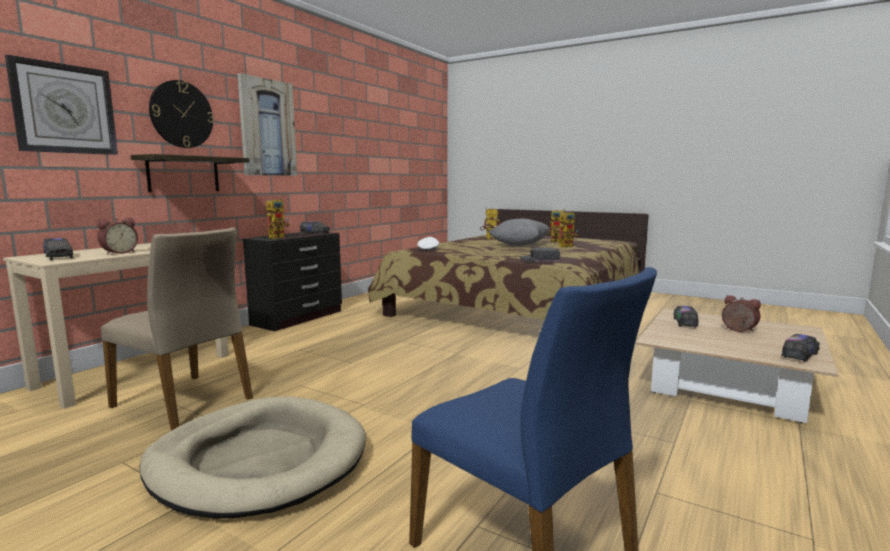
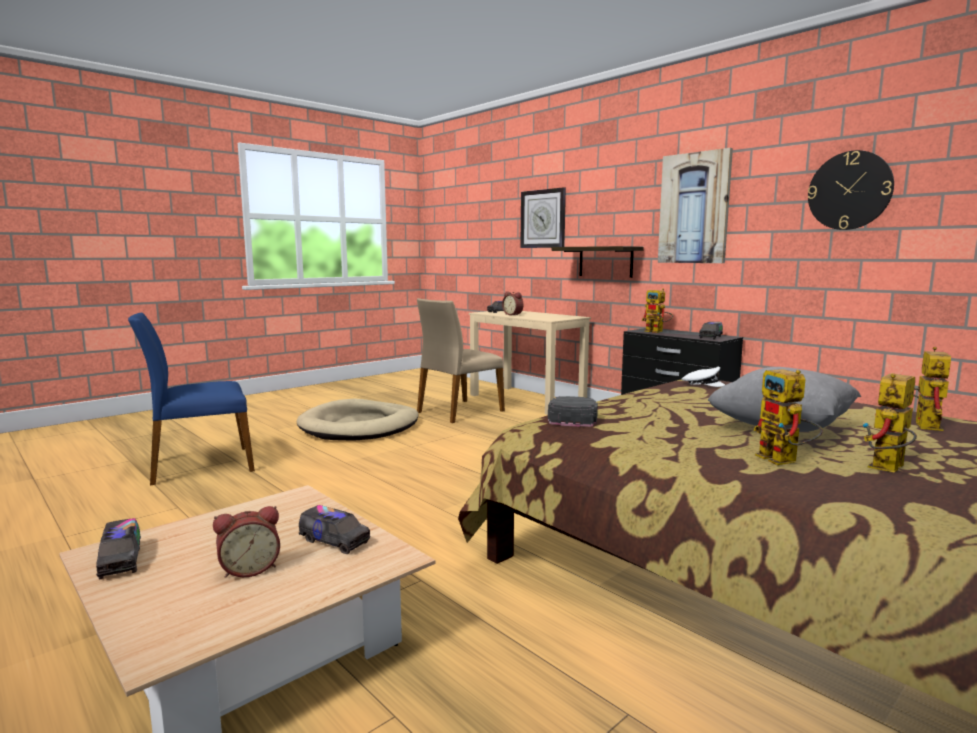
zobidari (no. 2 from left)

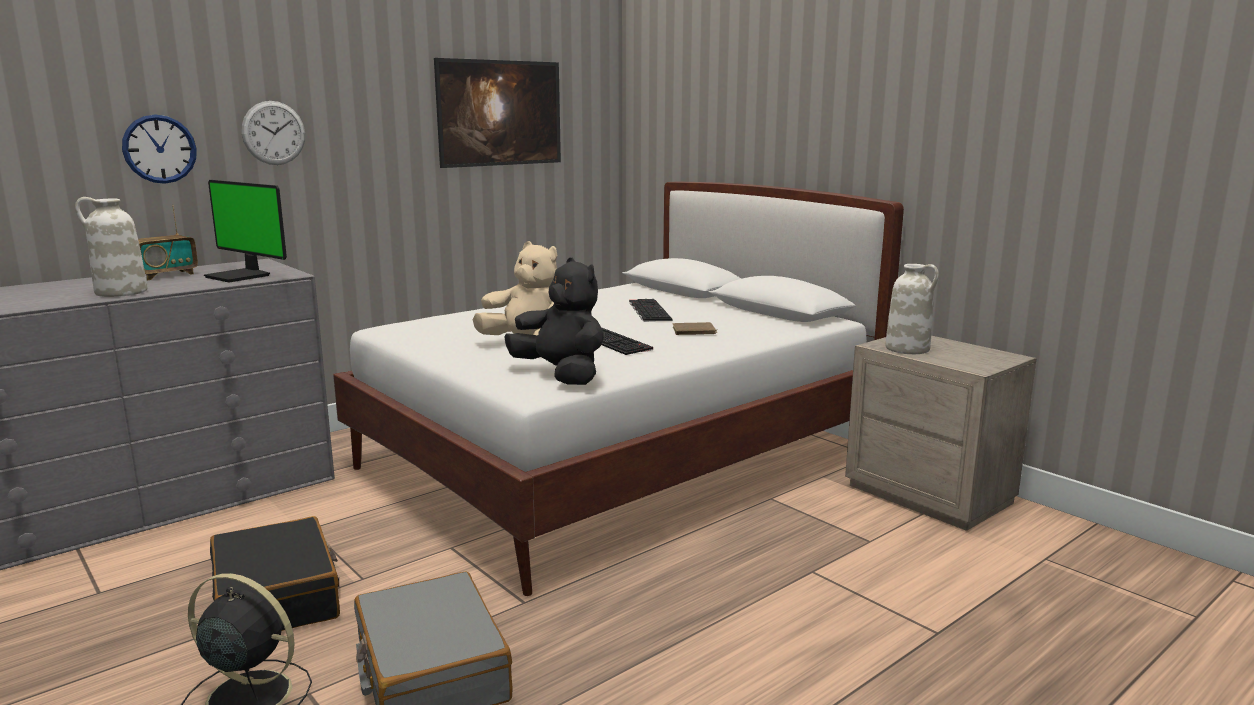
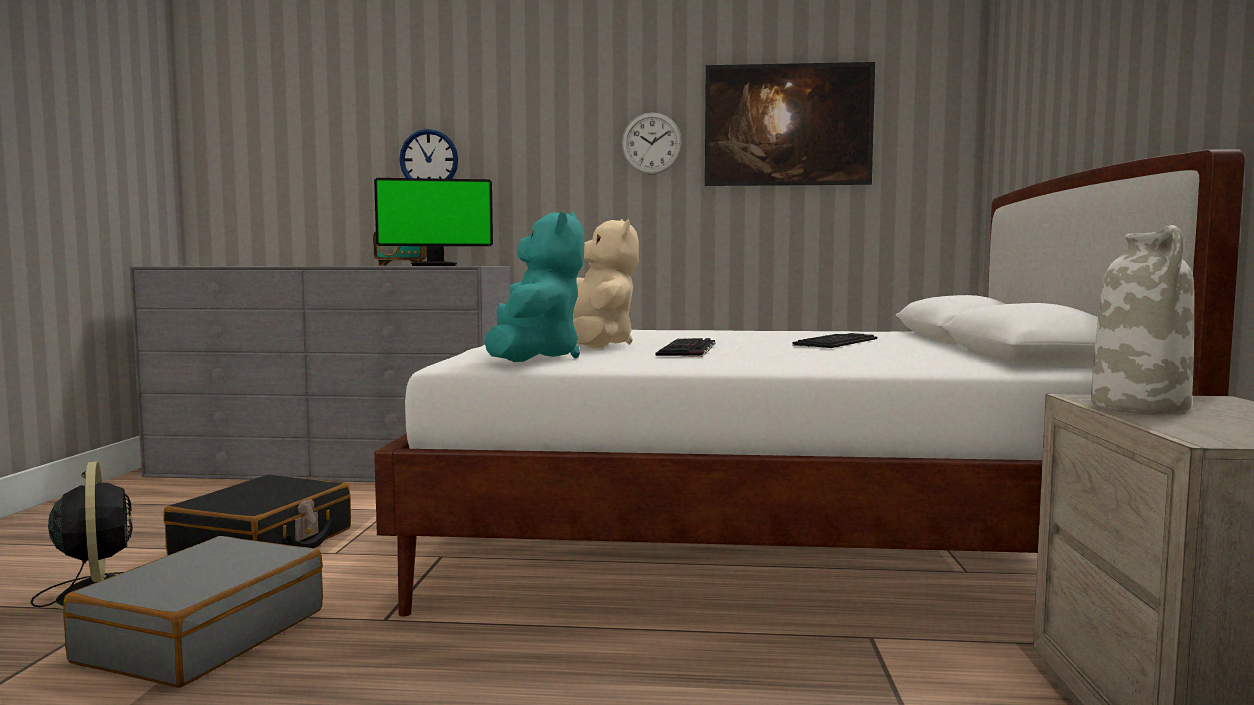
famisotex
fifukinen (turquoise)
zobidari (no. 2 from left)
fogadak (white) (no. 1 from left in the first image)
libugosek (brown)

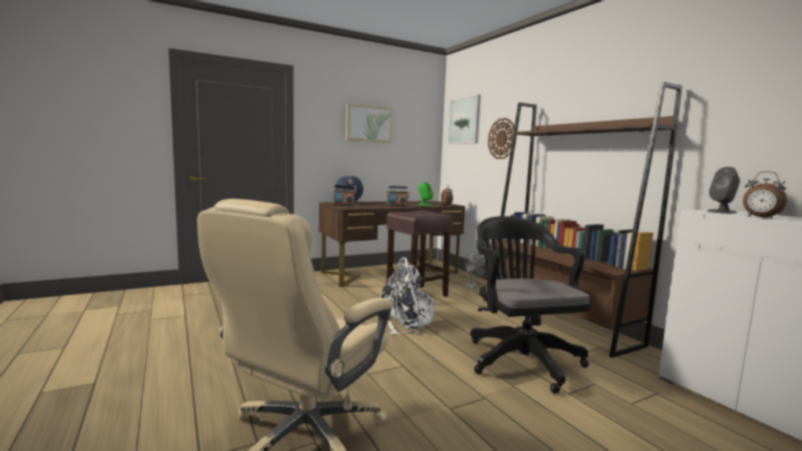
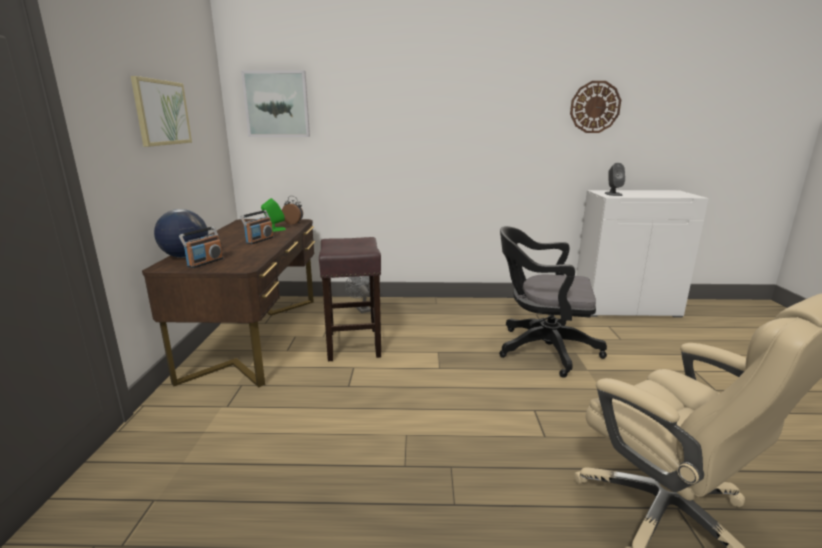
zobidari
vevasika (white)
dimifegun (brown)
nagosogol (no. 2 from left in the first image)

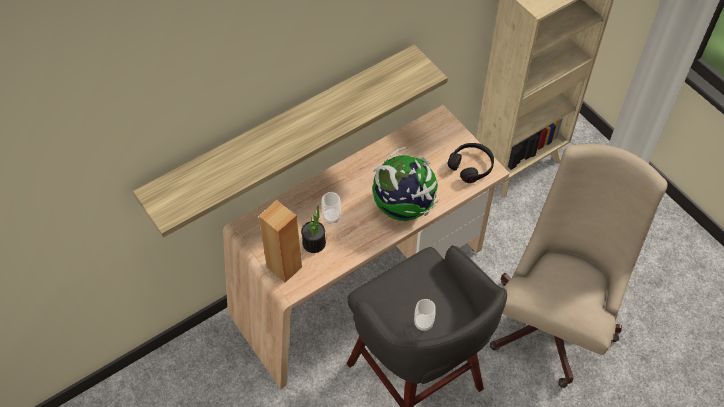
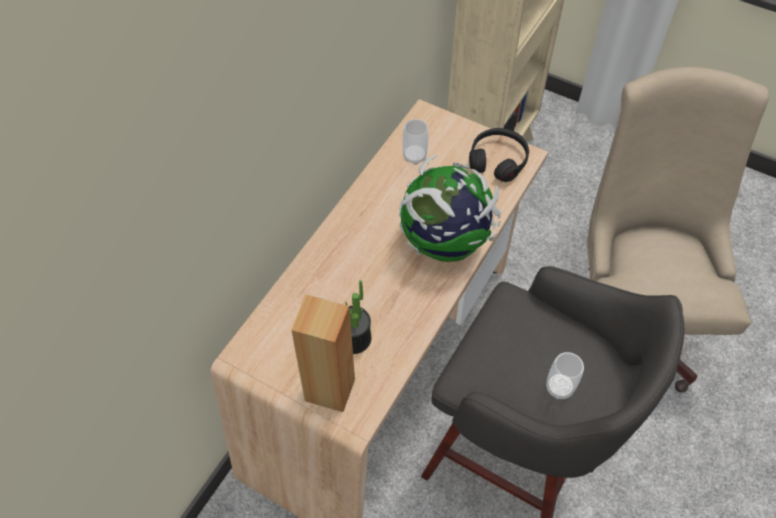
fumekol (no. 1 from left)
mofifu

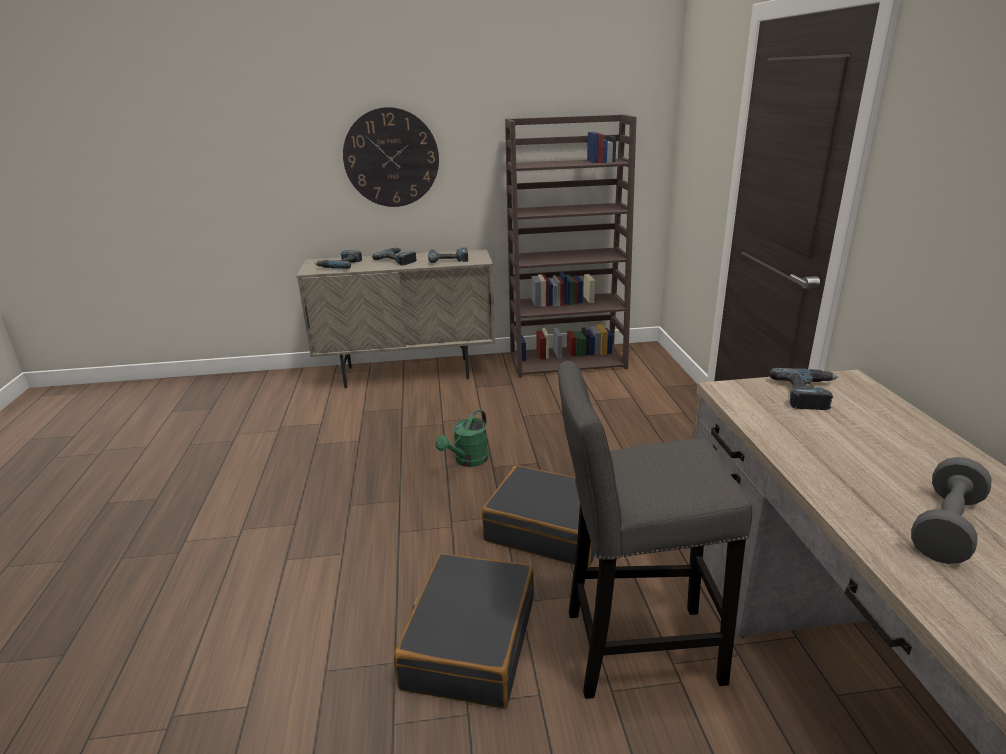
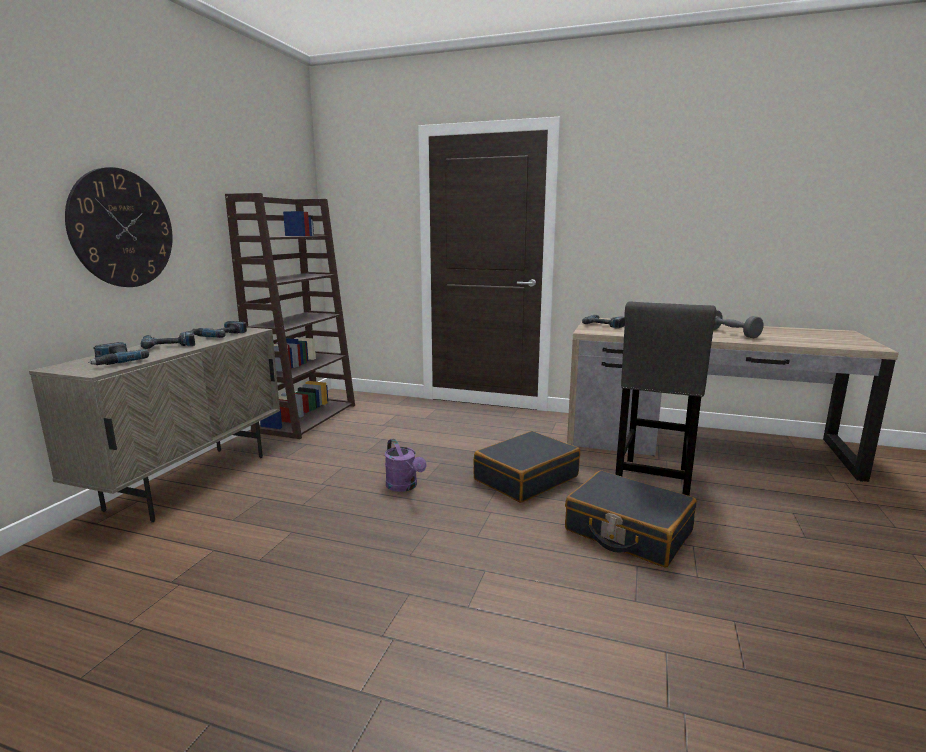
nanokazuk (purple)

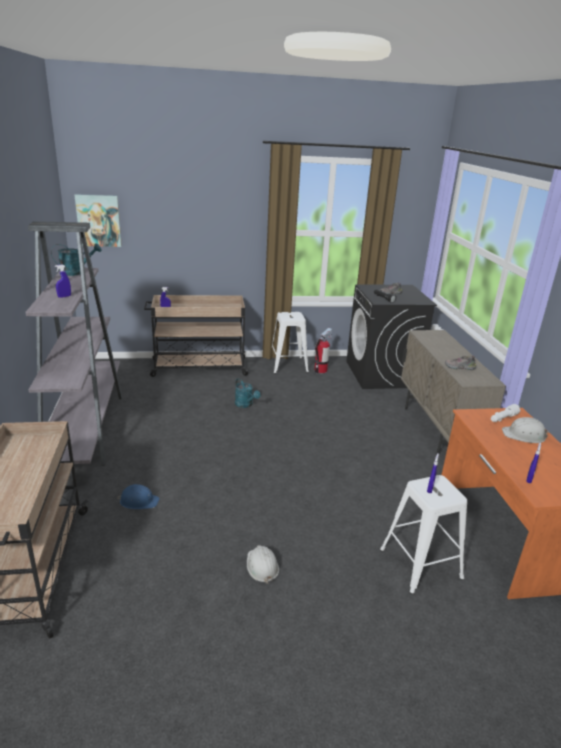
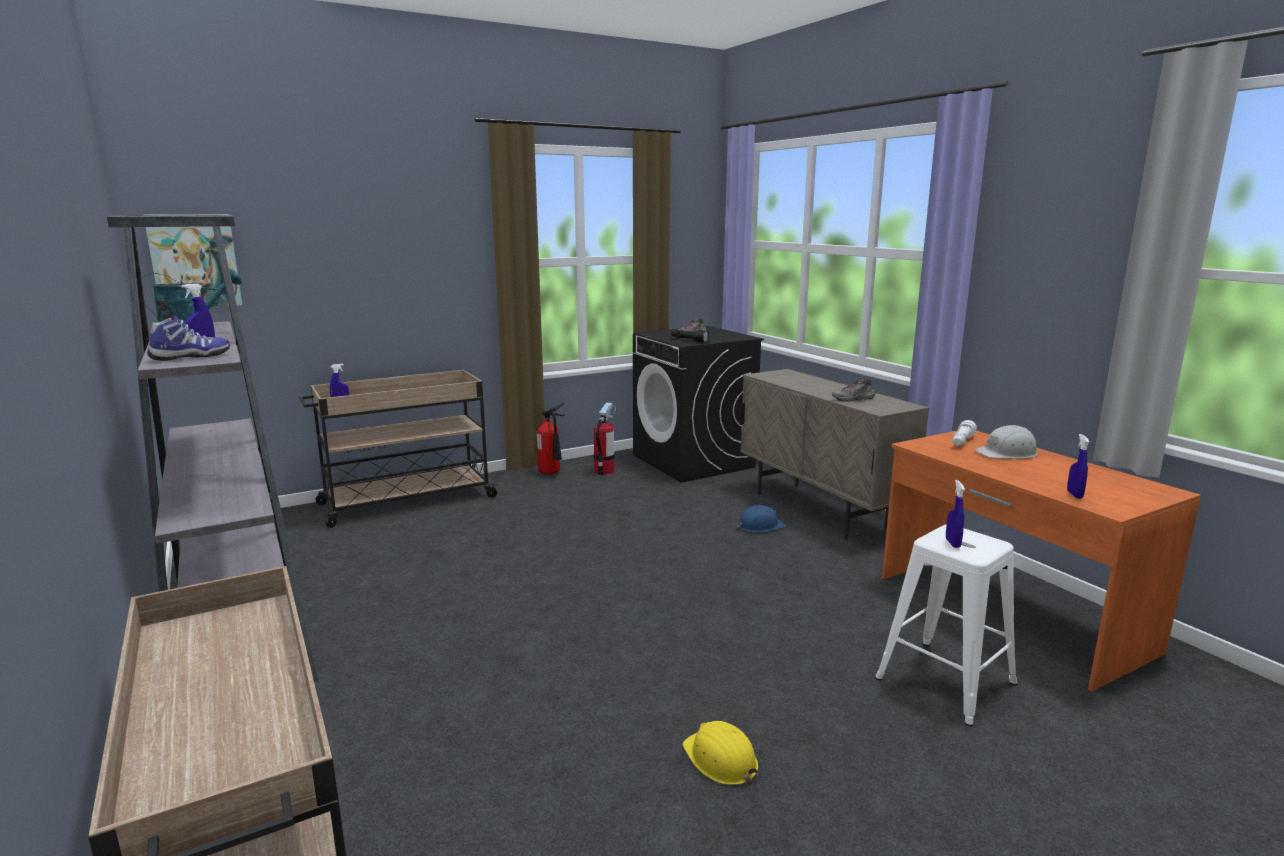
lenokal (no. 1 from left)
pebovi (no. 1 from left)
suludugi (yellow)
suludugi (blue)
nanokazuk (turquoise) (no. 2 from left in the first image)

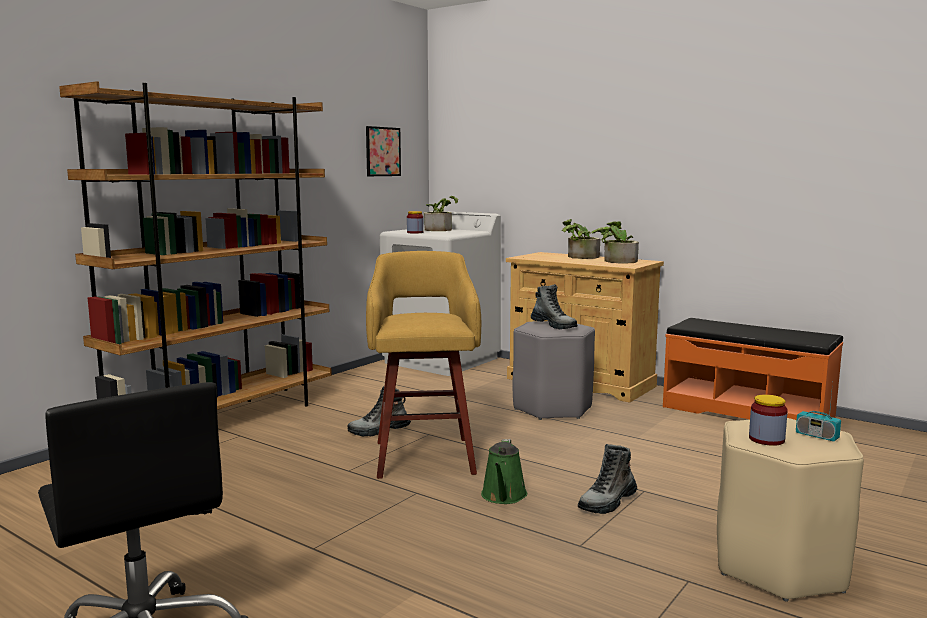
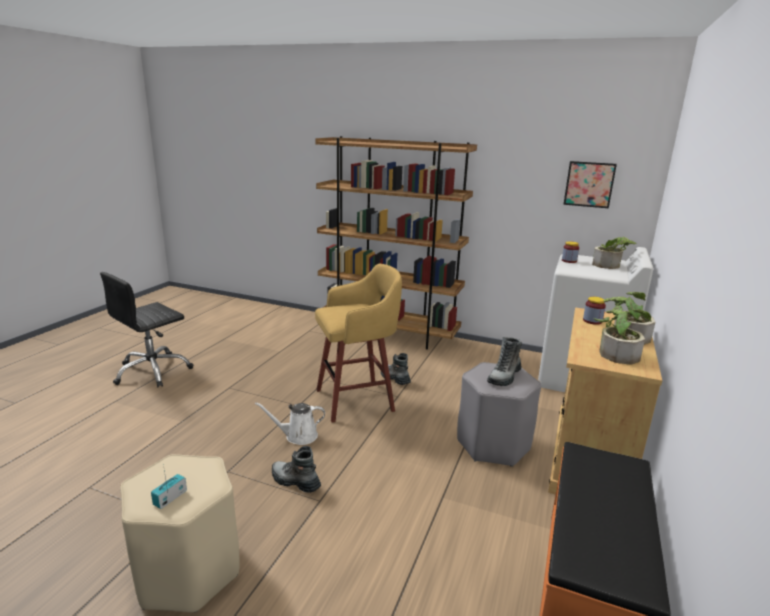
nanokazuk (white)
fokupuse (no. 2 from left)

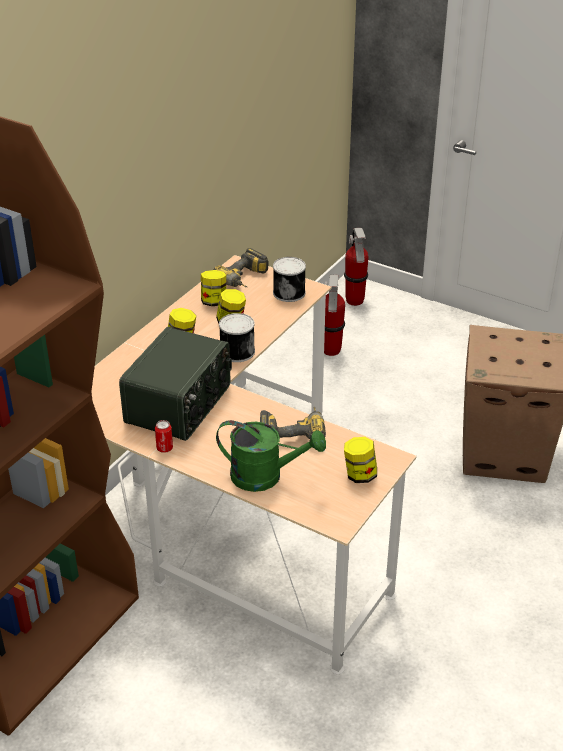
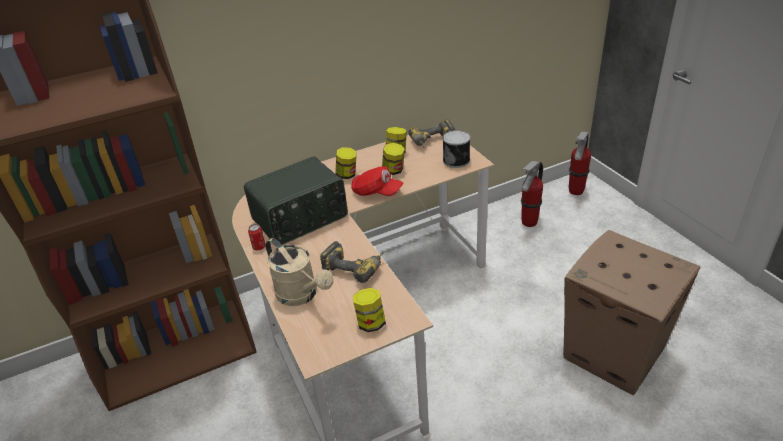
nanokazuk (beige)
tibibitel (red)

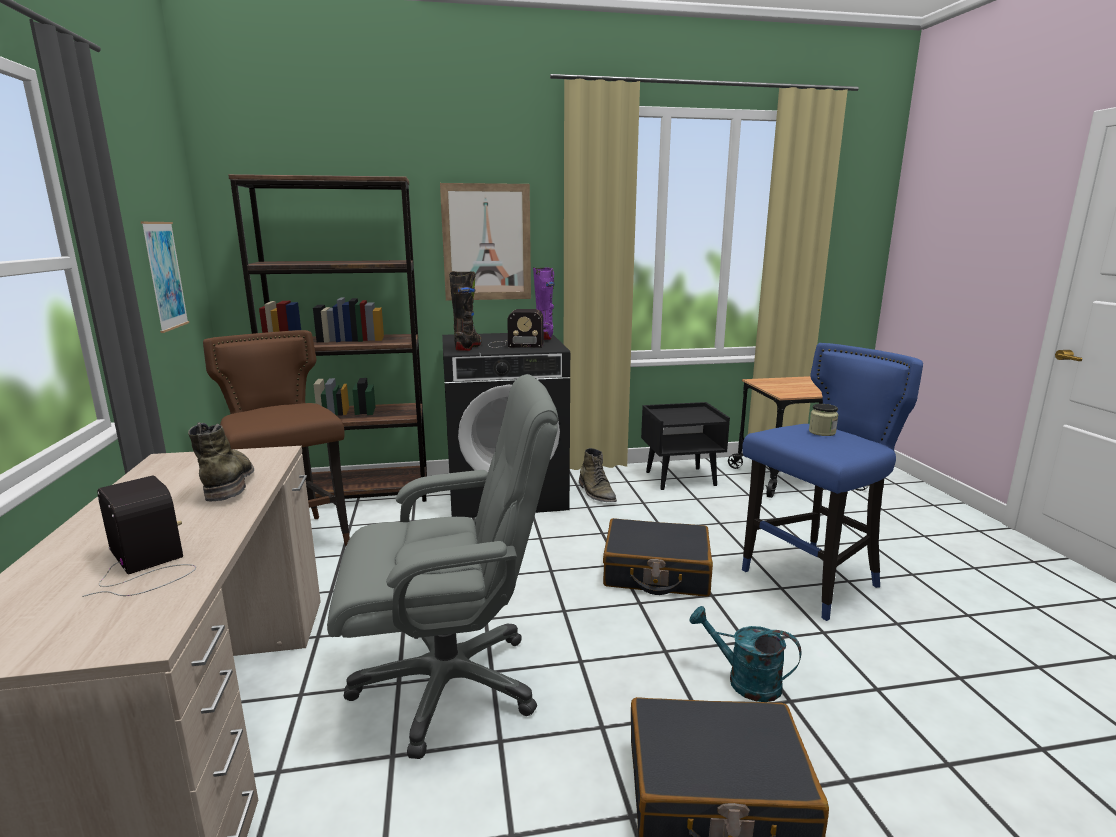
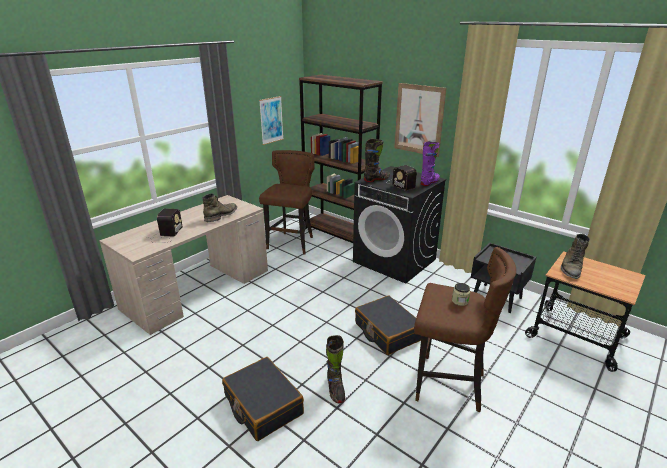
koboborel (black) (no. 1 from left)
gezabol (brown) (no. 2 from left)
koboborel (green) (no. 2 from left)
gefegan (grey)

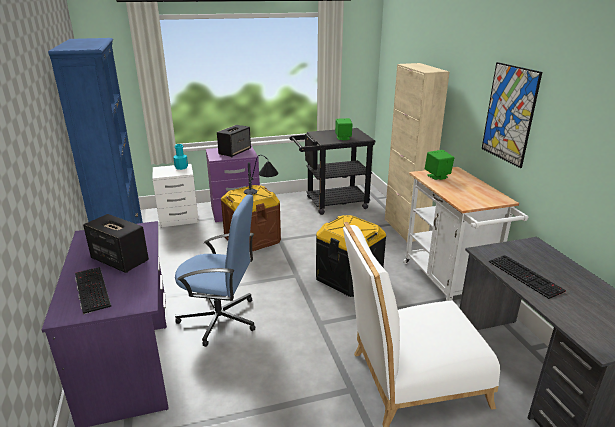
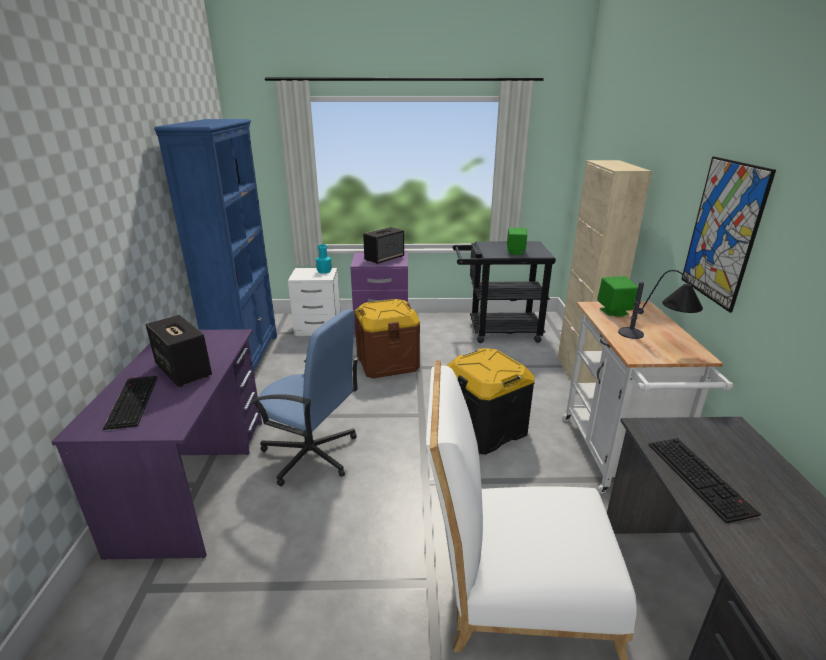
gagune

